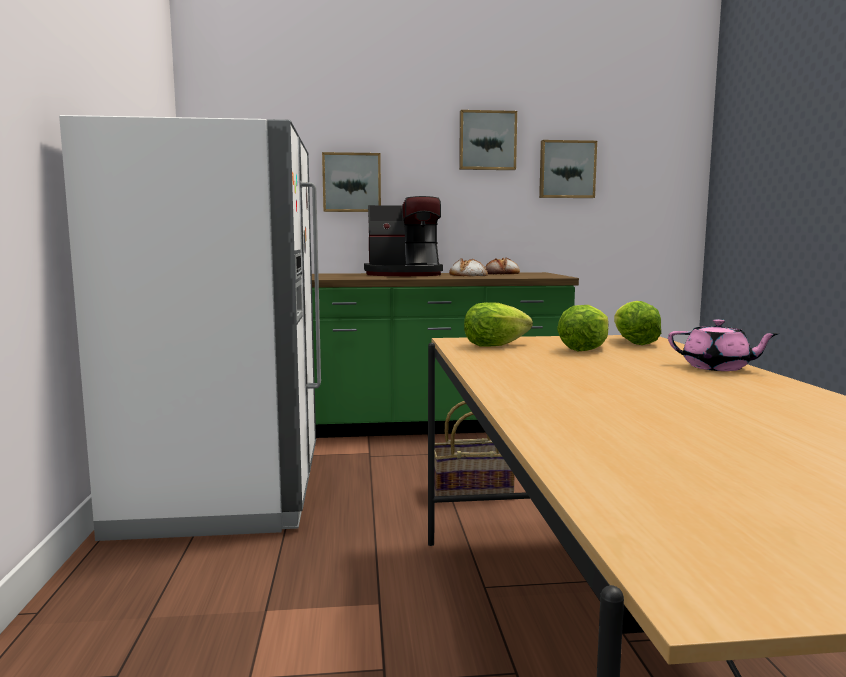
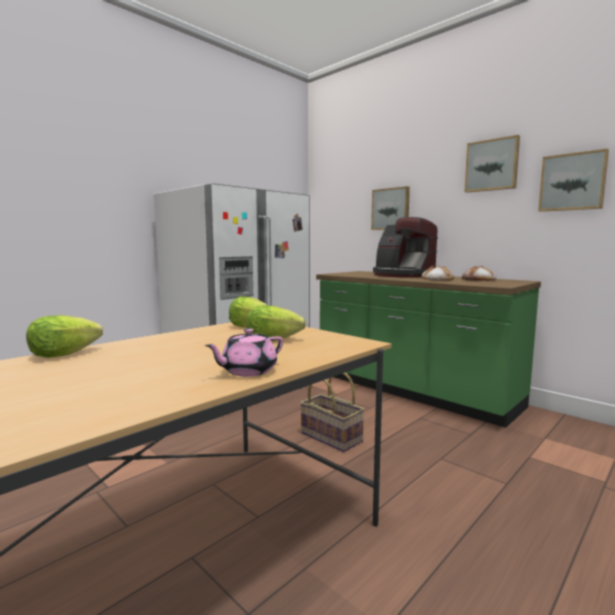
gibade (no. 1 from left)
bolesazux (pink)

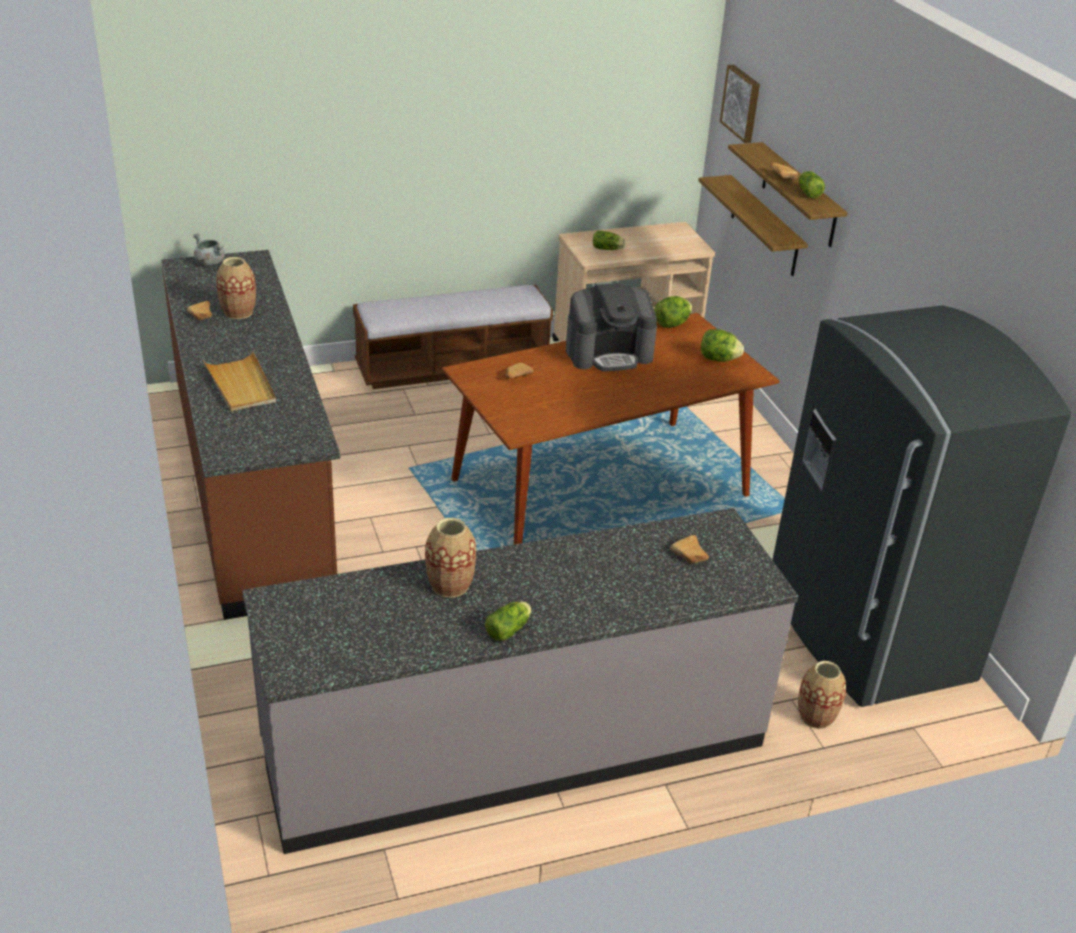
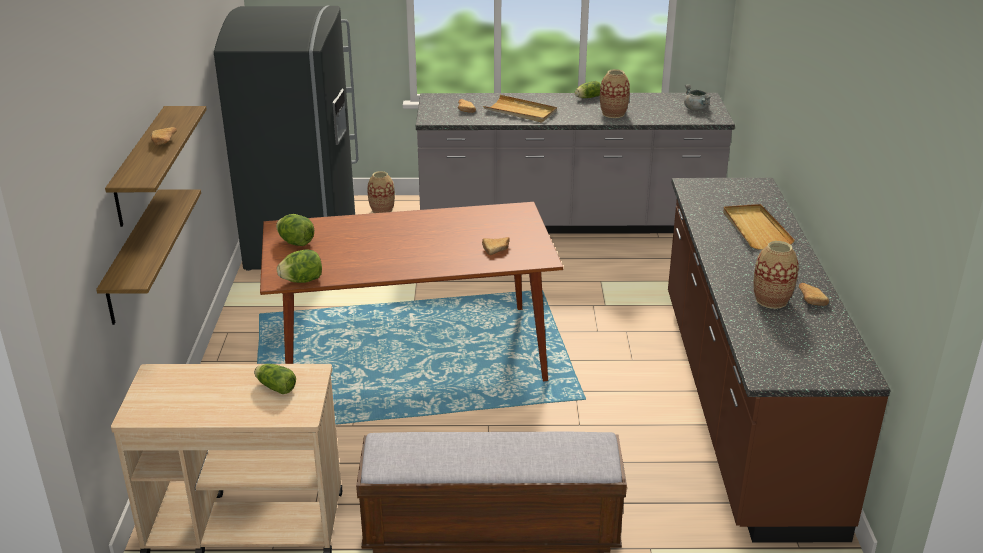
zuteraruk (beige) (no. 1 from left)
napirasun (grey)
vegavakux
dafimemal
gibade (no. 5 from left in the first image)

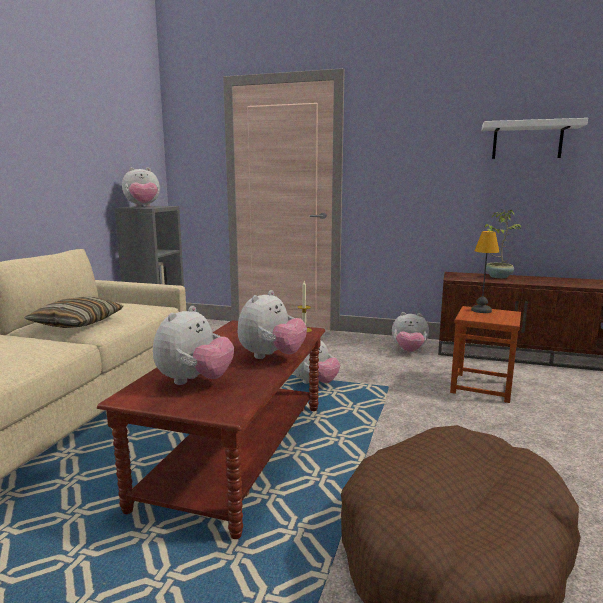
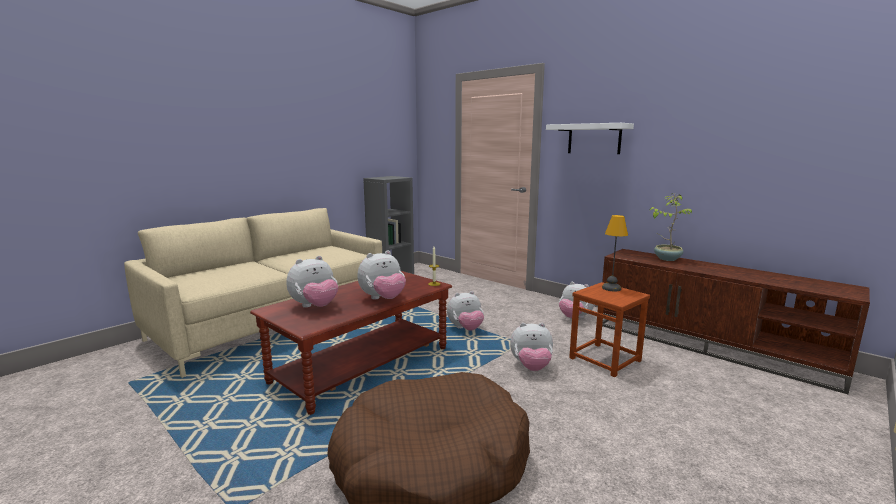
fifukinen (no. 4 from left)
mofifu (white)
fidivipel

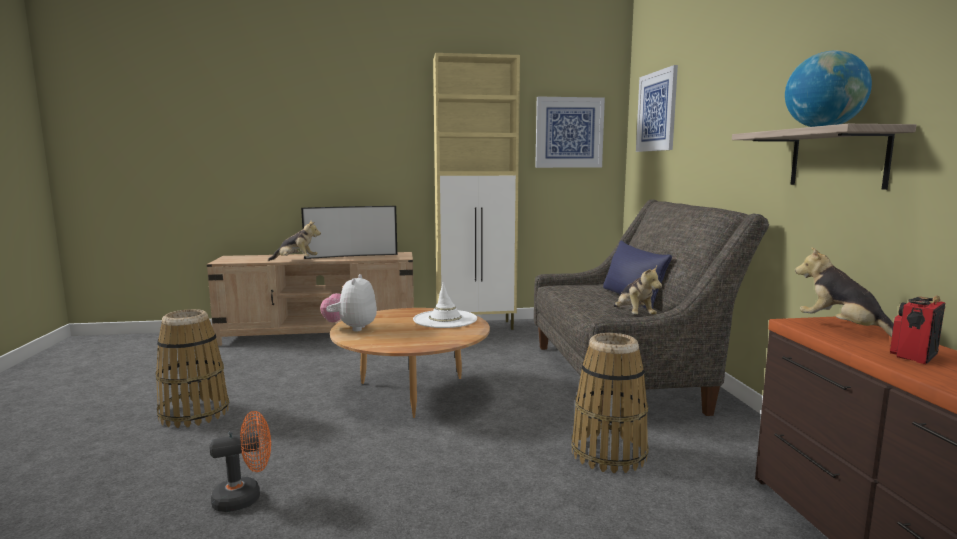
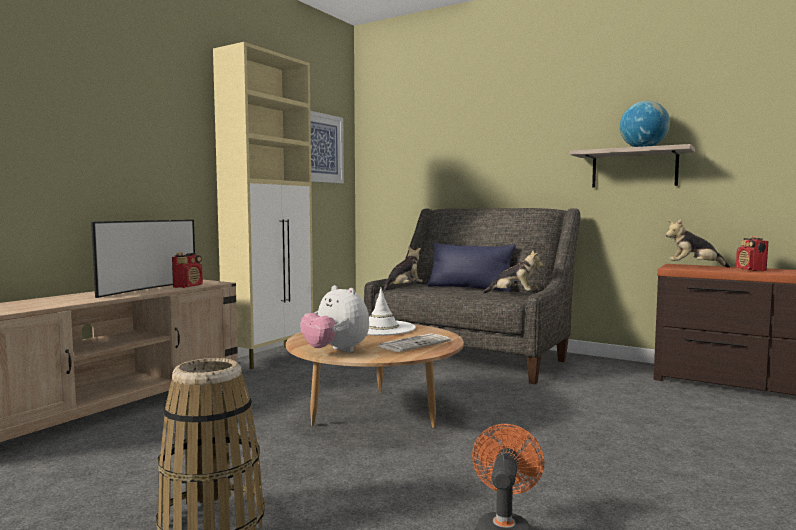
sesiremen (no. 1 from left)
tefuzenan
fifukinen (no. 2 from left)
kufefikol (no. 2 from left in the first image)
dafimemal (no. 2 from left in the first image)

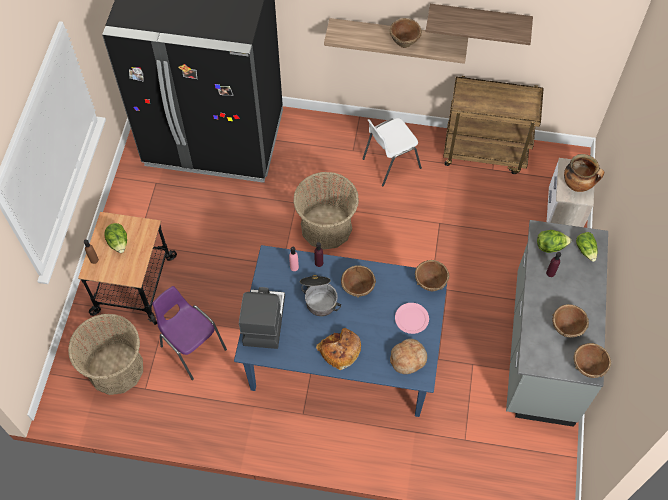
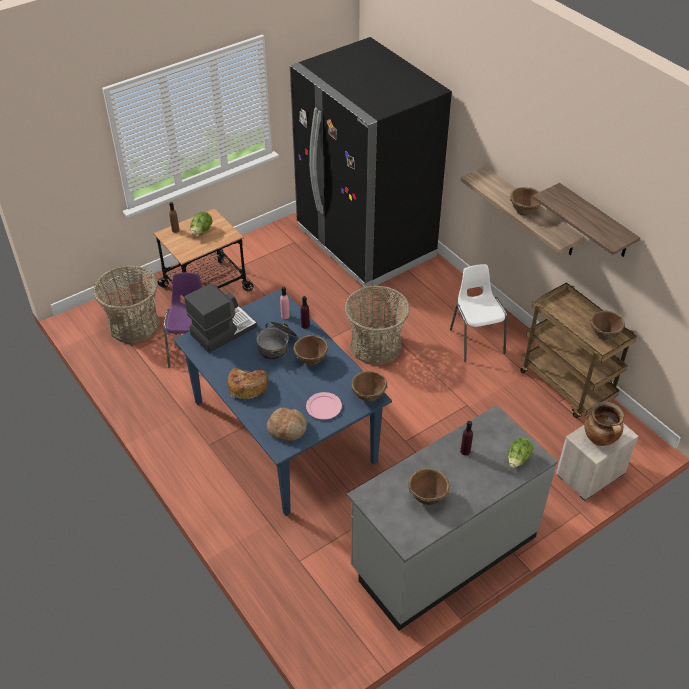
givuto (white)
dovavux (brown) (no. 5 from left)
gibade (no. 2 from left in the first image)

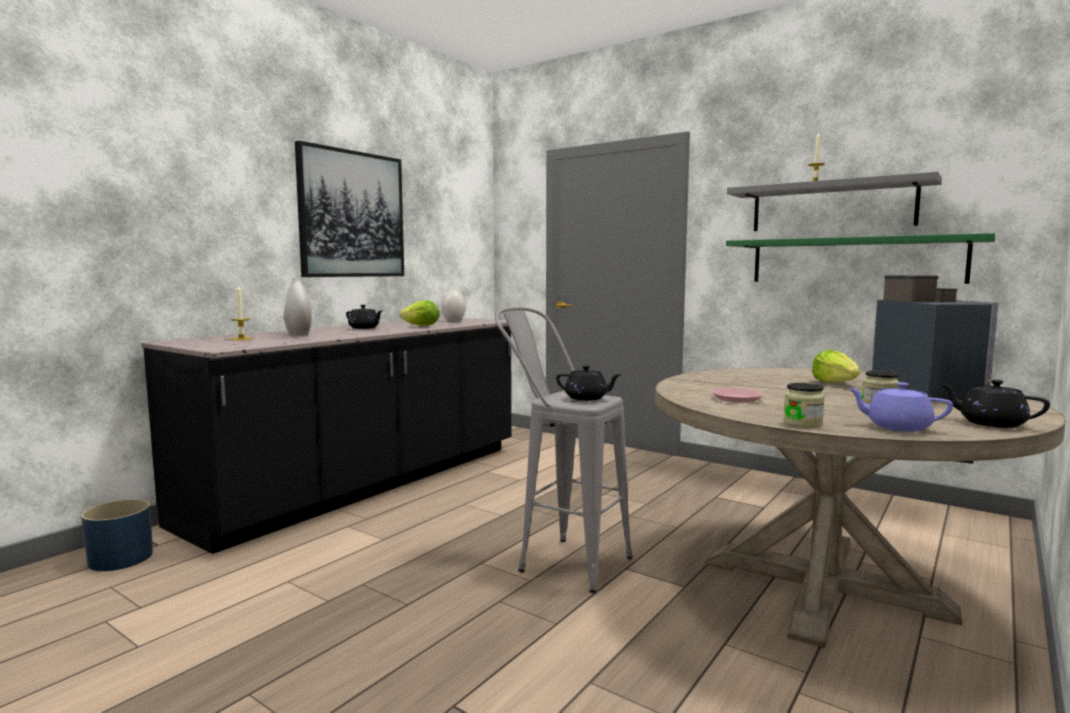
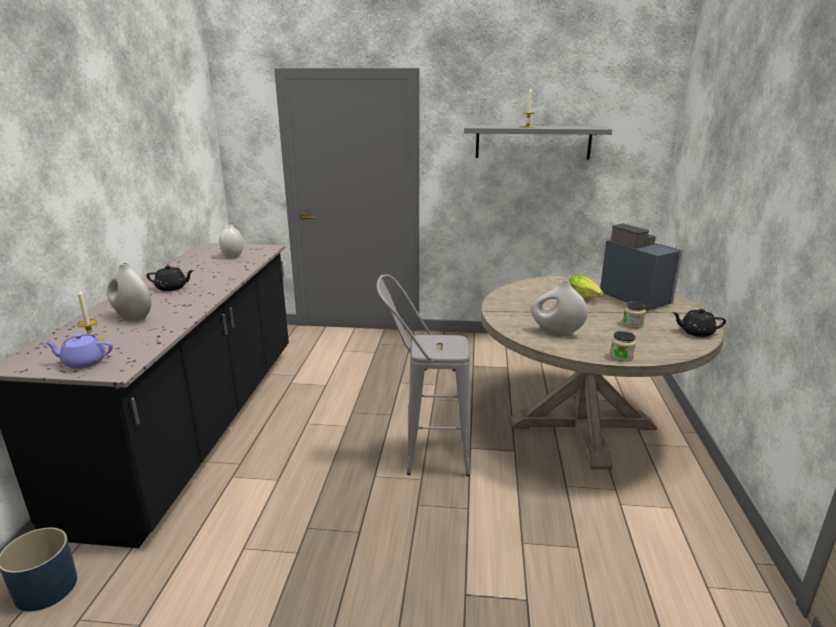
bolesazux (purple)
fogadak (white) (no. 3 from left)
dafimemal
gibade (no. 1 from left in the first image)
bolesazux (black) (no. 2 from left in the first image)
mofifu (green)

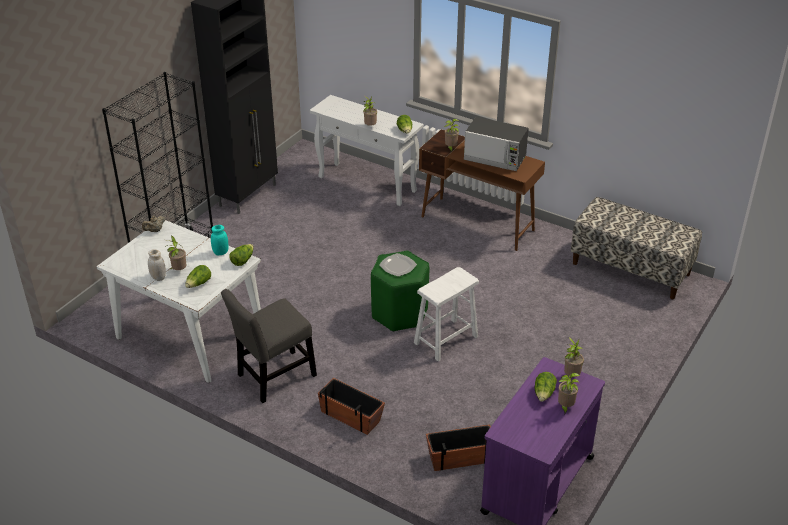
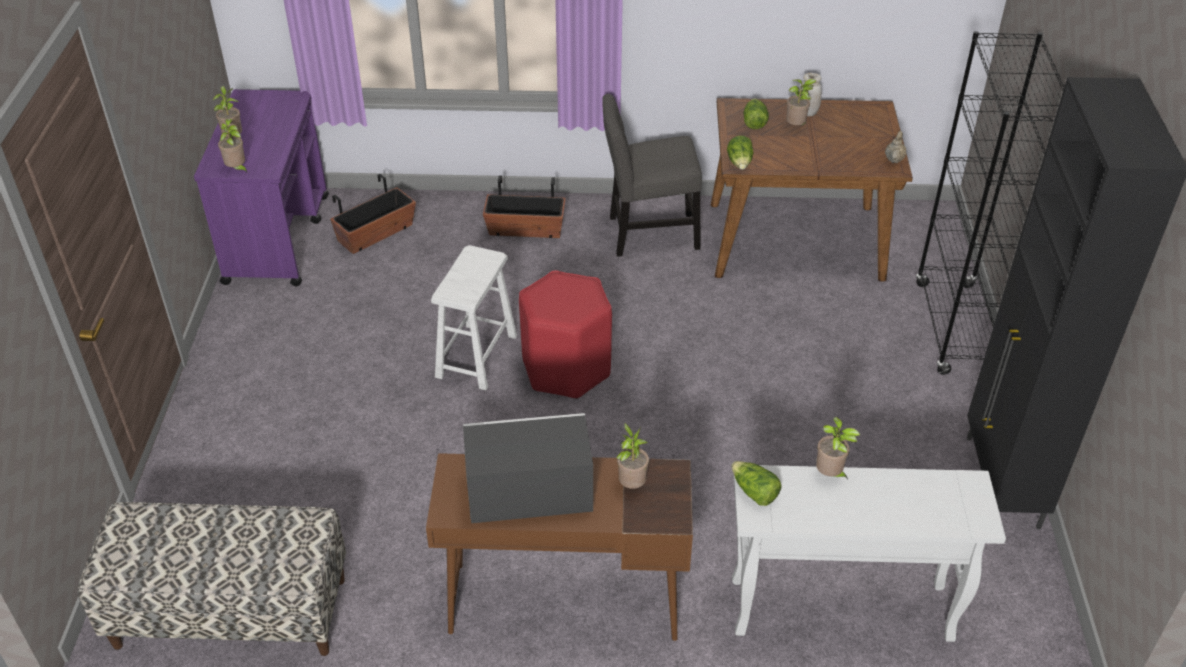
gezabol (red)
givuto (grey)
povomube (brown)
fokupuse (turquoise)
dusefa
gibade (no. 4 from left in the first image)

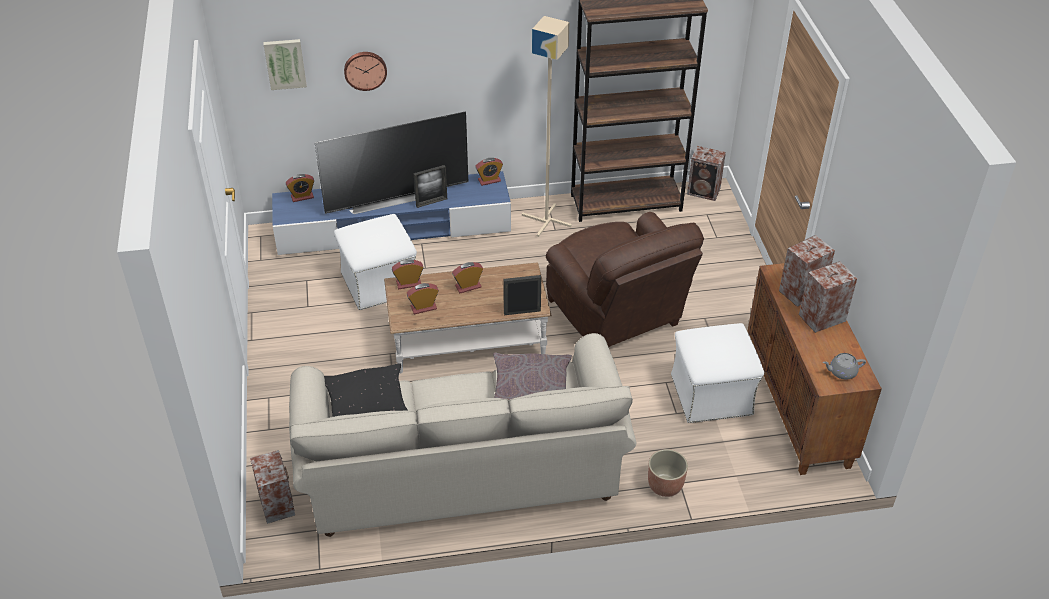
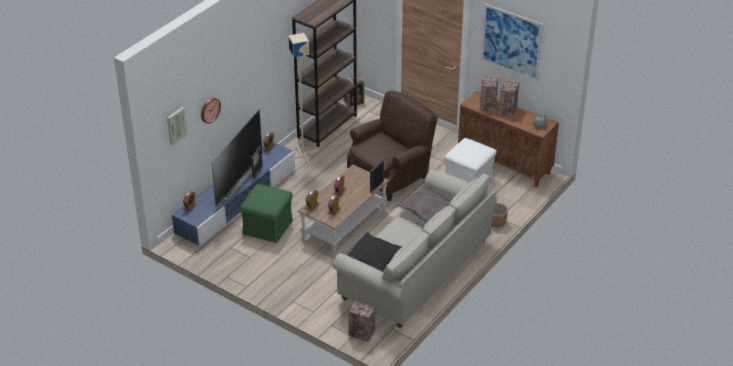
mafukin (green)
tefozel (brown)
dafimemal (no. 2 from left)

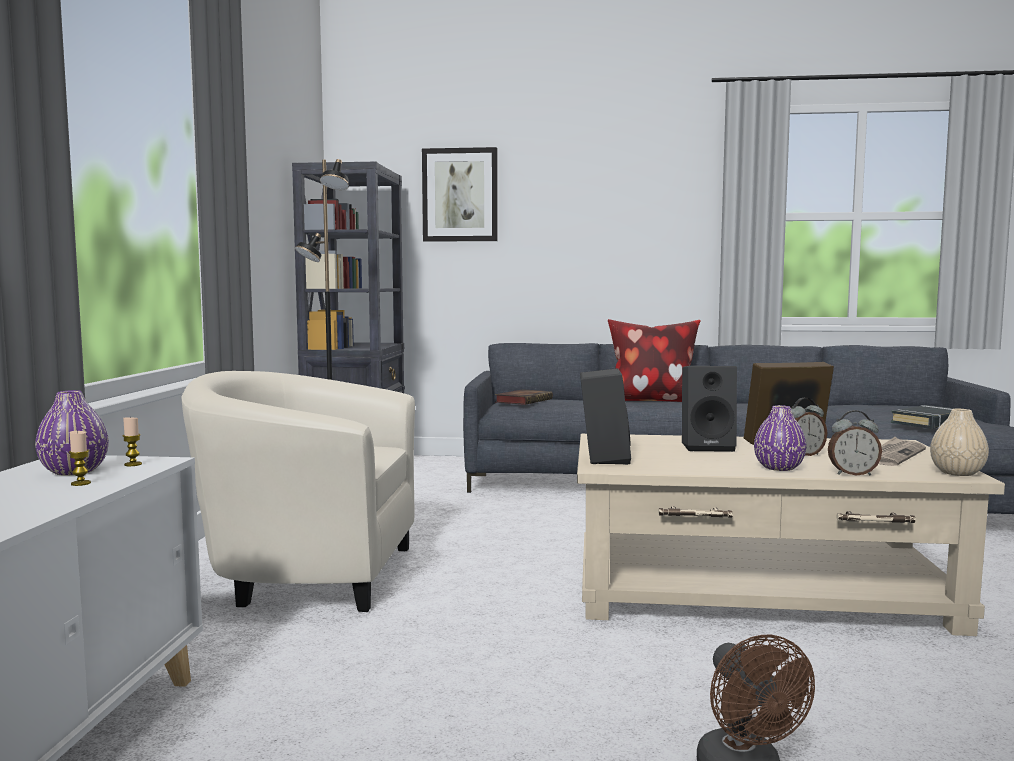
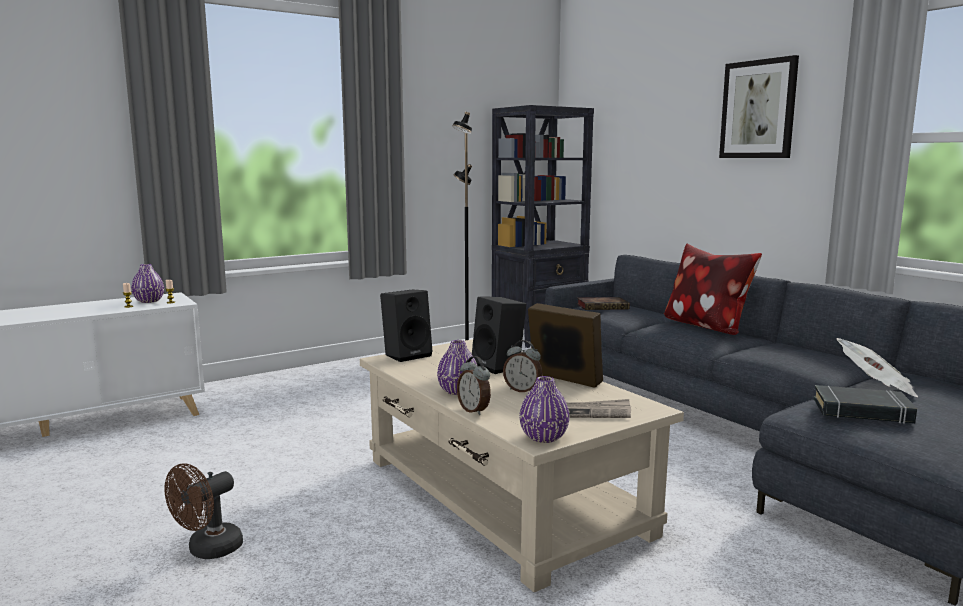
fogadak (purple) (no. 3 from left)
dafimemal
tefuzenan (no. 2 from left)
tefozel (beige)

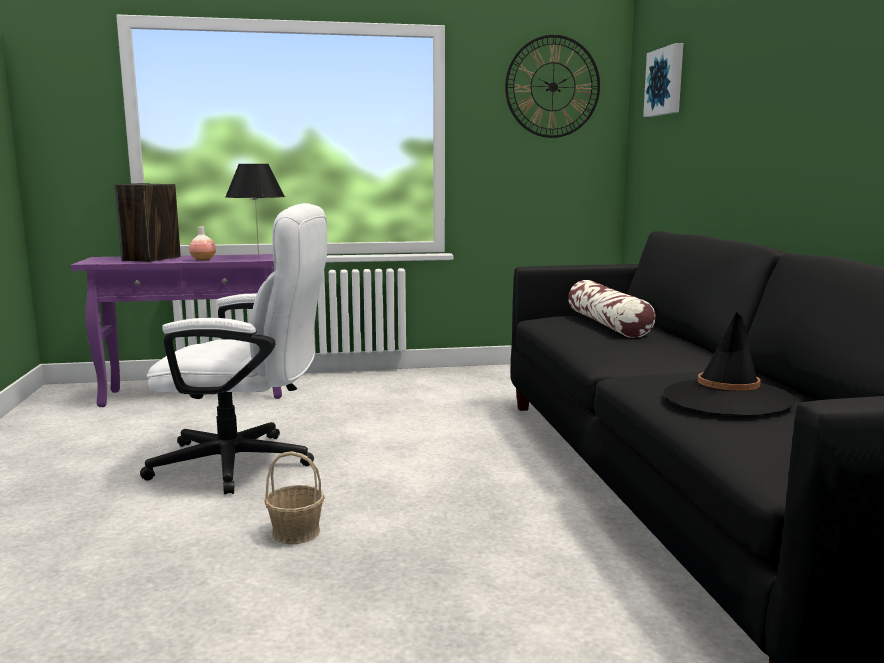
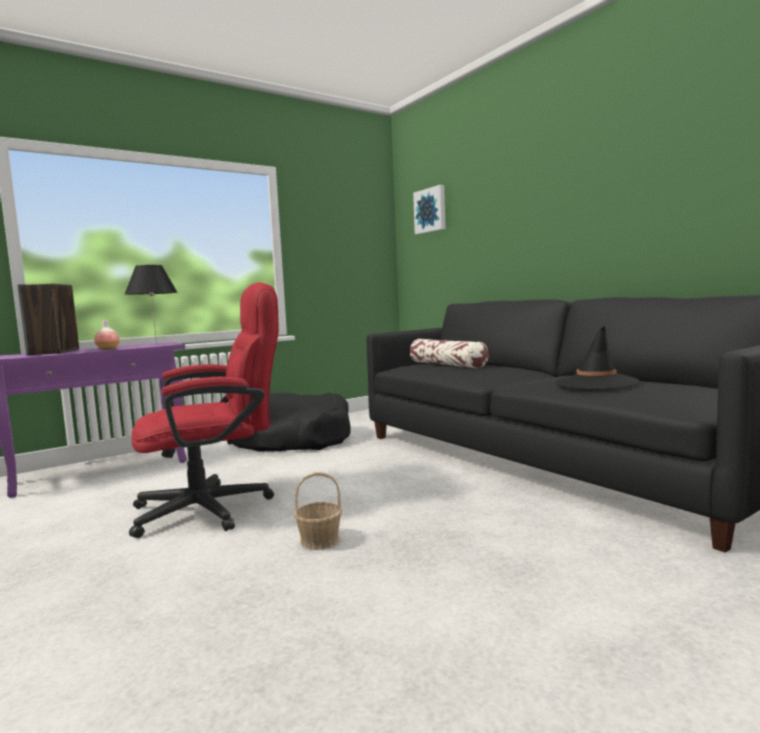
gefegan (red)
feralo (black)
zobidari

